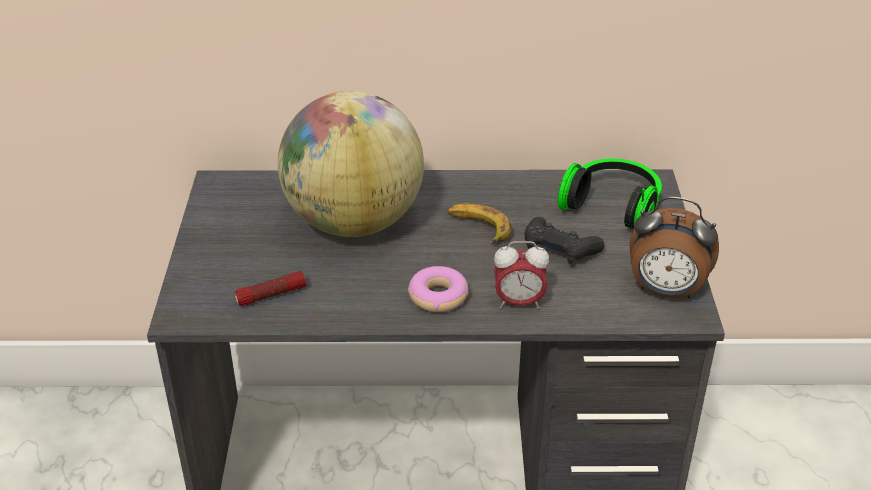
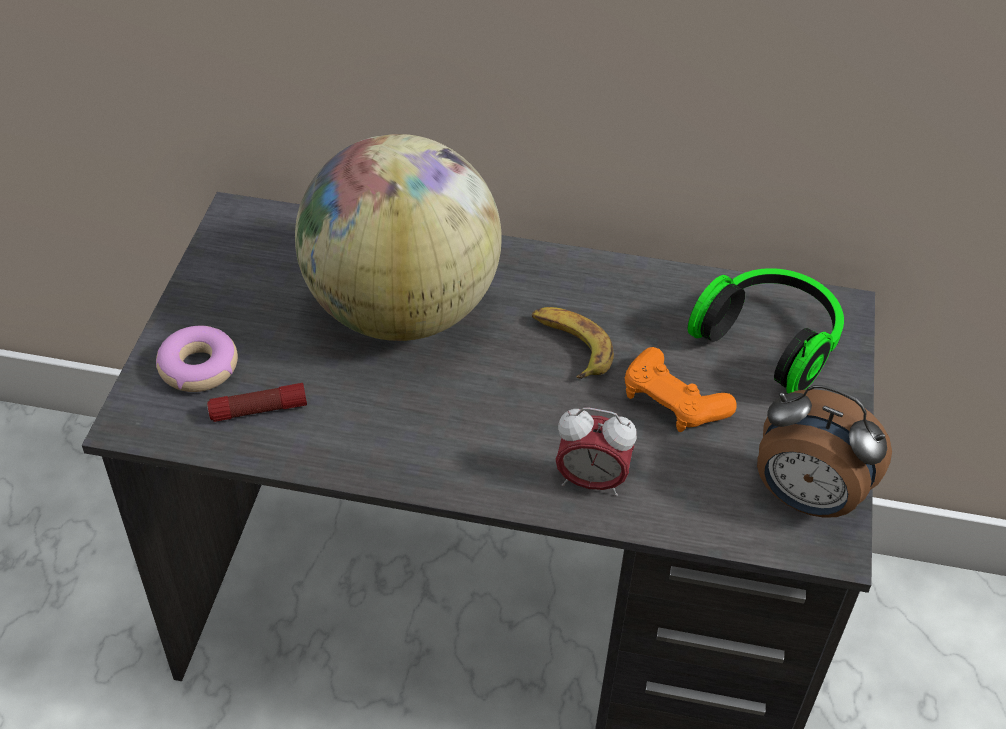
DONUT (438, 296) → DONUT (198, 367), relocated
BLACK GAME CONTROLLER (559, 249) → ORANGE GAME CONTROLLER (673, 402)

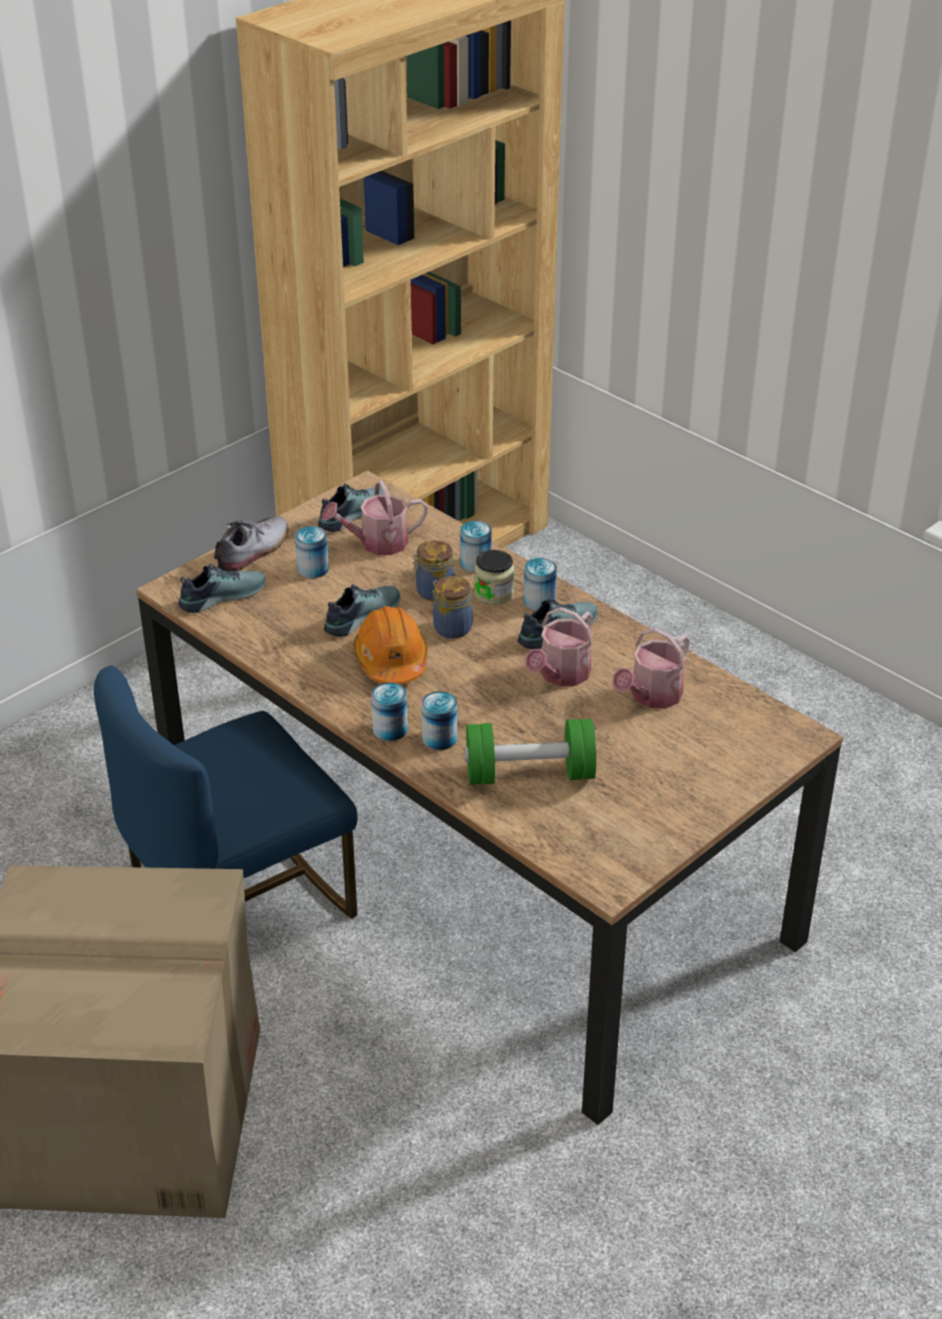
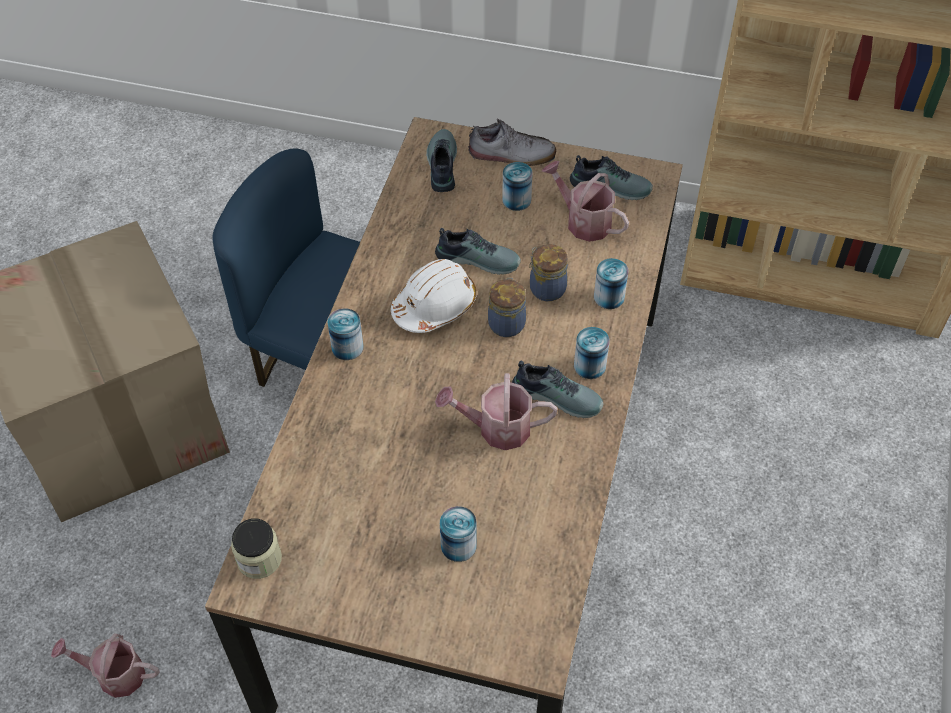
WATERING CAN (651, 696) → WATERING CAN (114, 674), relocated
JAR (494, 594) → JAR (259, 559), relocated
ORANGE HARD HAT (391, 660) → WHITE HARD HAT (435, 306)
SHOE (221, 595) → SHOE (440, 166), 120 degrees counterclockwise
CAN (439, 738) → CAN (458, 545), relocated
GREEN DUMBBELL (529, 774) → -

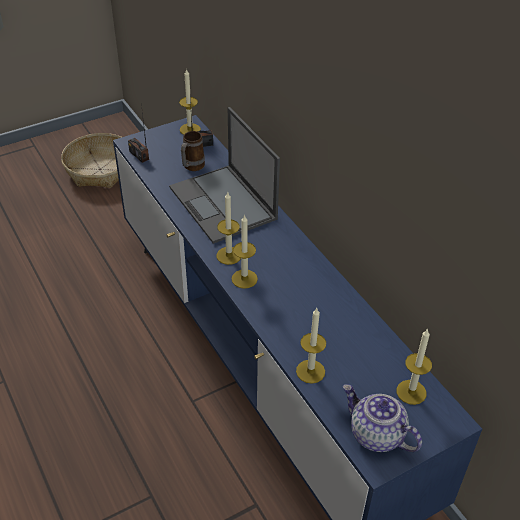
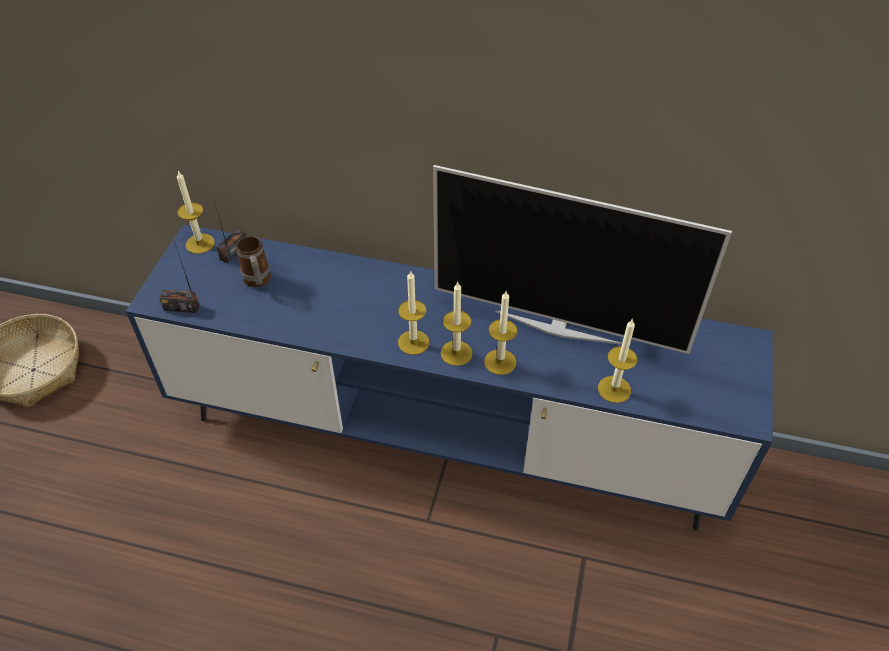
- → TELEVISION (558, 326)
CANDLE (411, 392) → CANDLE (500, 362), relocated
LAPTOP (223, 204) → -
TEAPOT (375, 434) → -

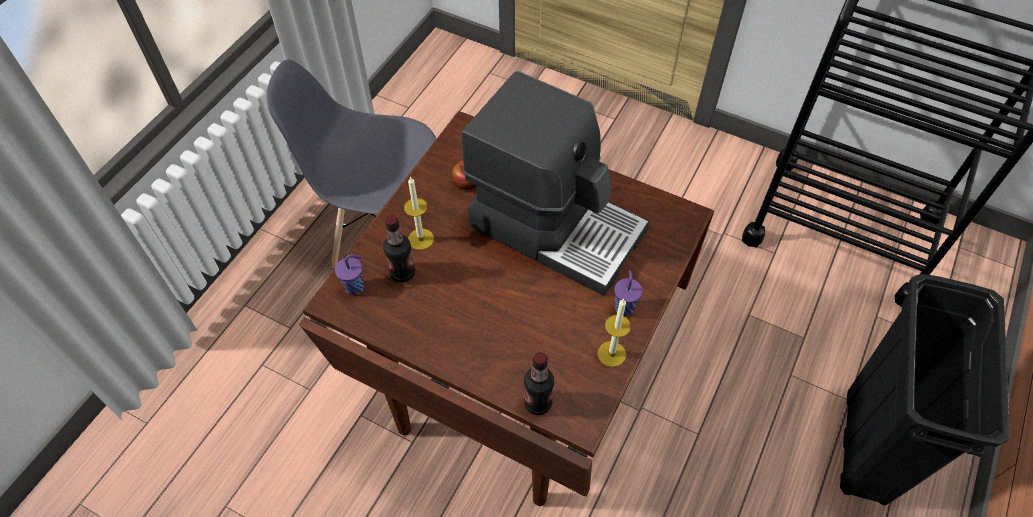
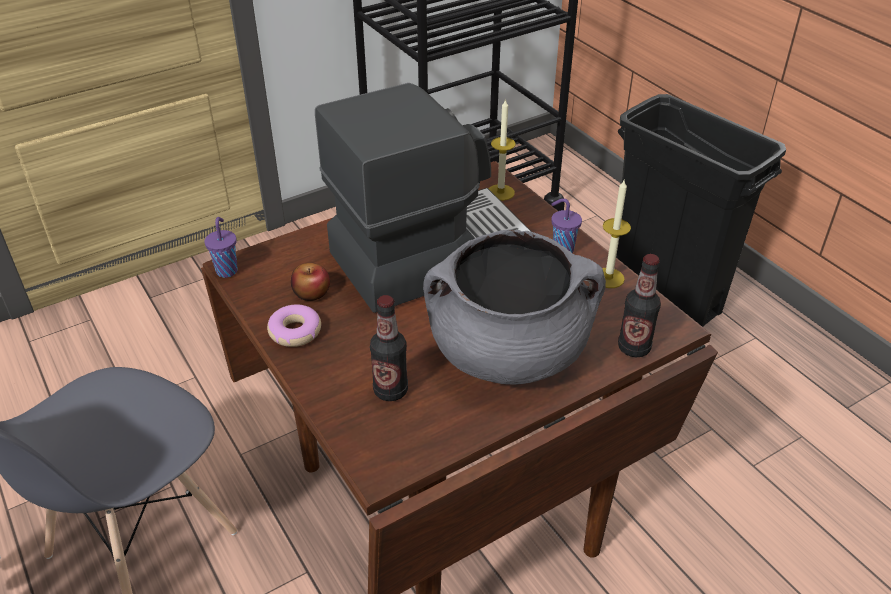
PURPLE CUP (355, 287) → PURPLE CUP (227, 270), relocated
- → DONUT (295, 332)
- → GREY COOKING POT (508, 352)
CANDLE (421, 239) → CANDLE (500, 192), relocated

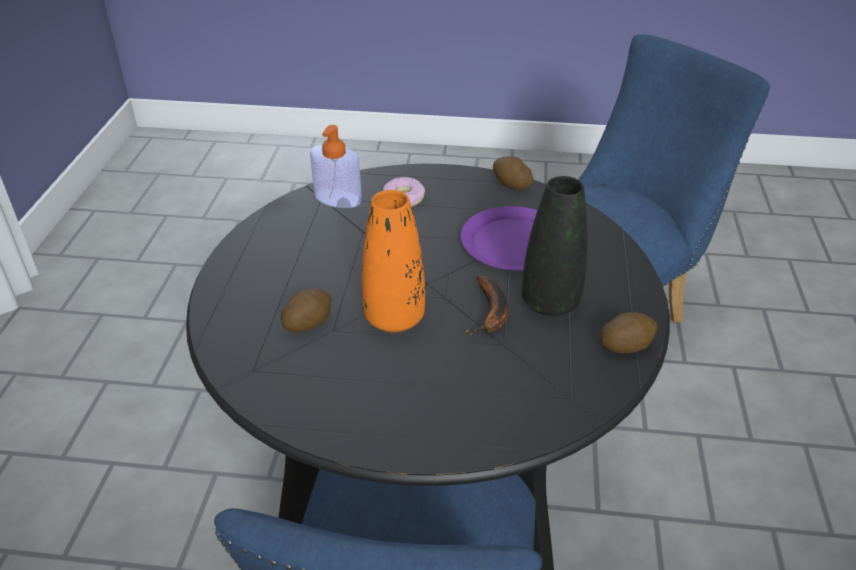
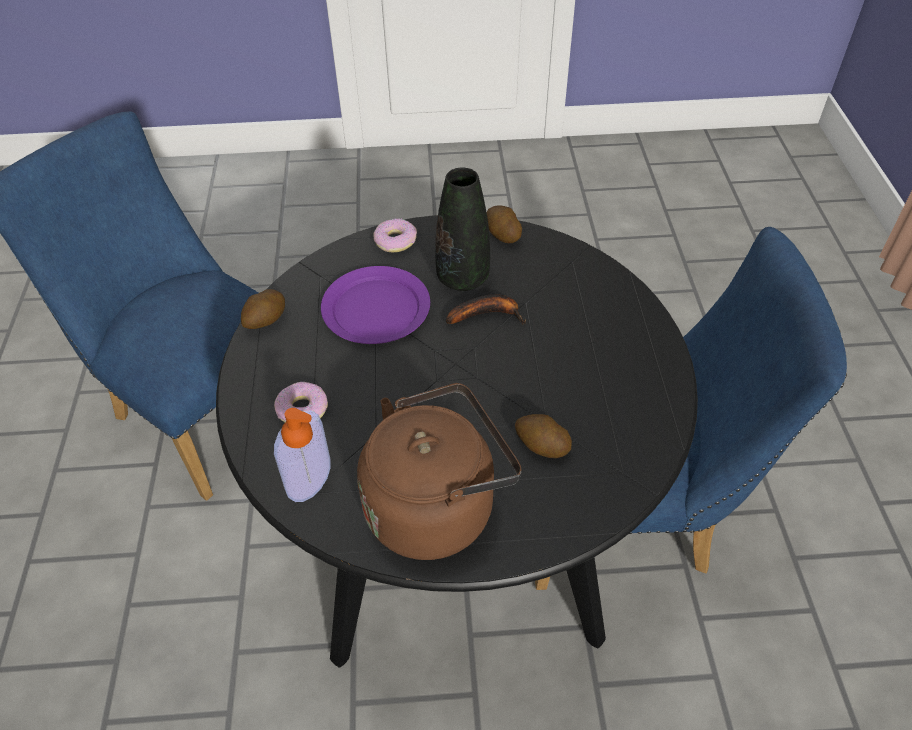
- → BROWN KETTLE (436, 506)
- → DONUT (395, 241)
ORANGE VASE (394, 318) → -

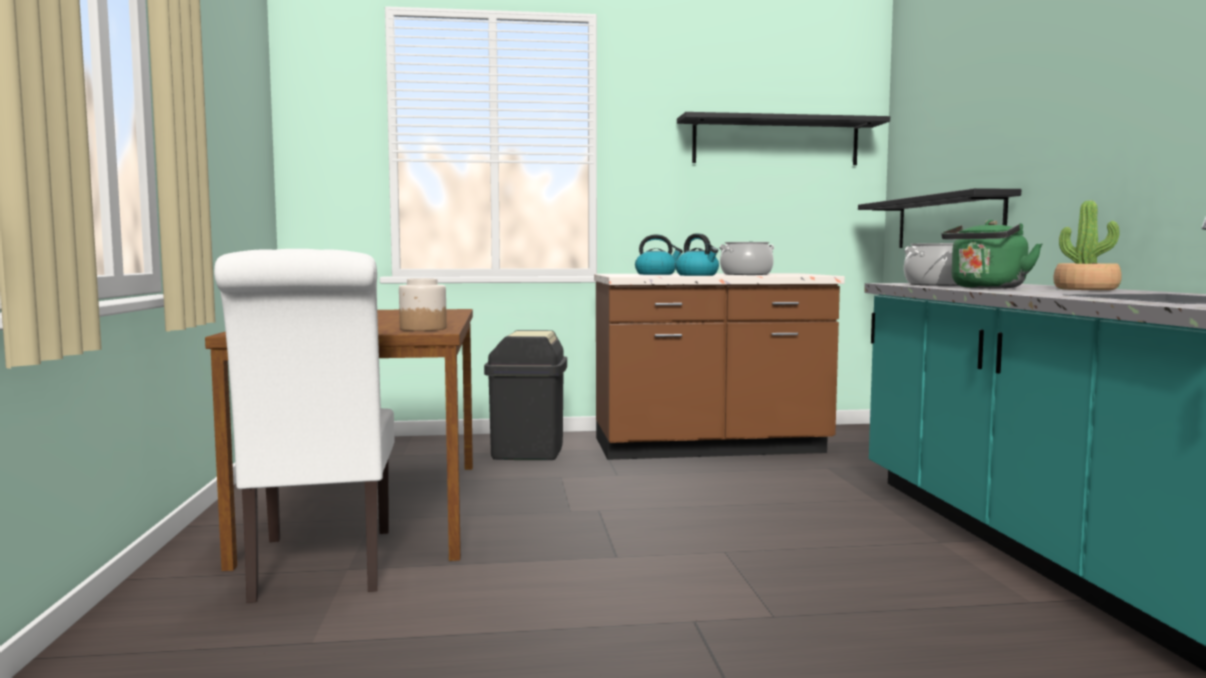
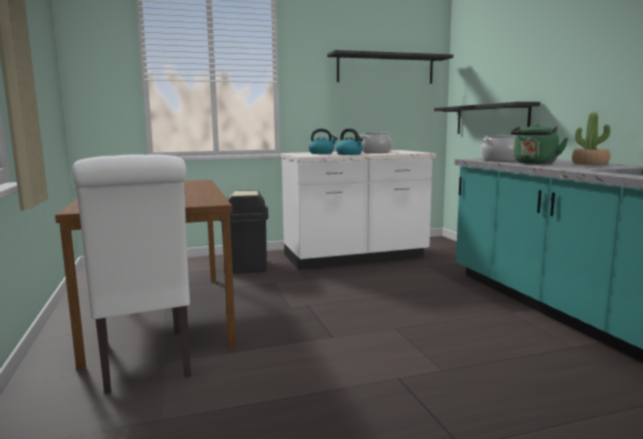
BROWN COUNTER (709, 447) → WHITE COUNTER (355, 257)
JAR (422, 329) → -

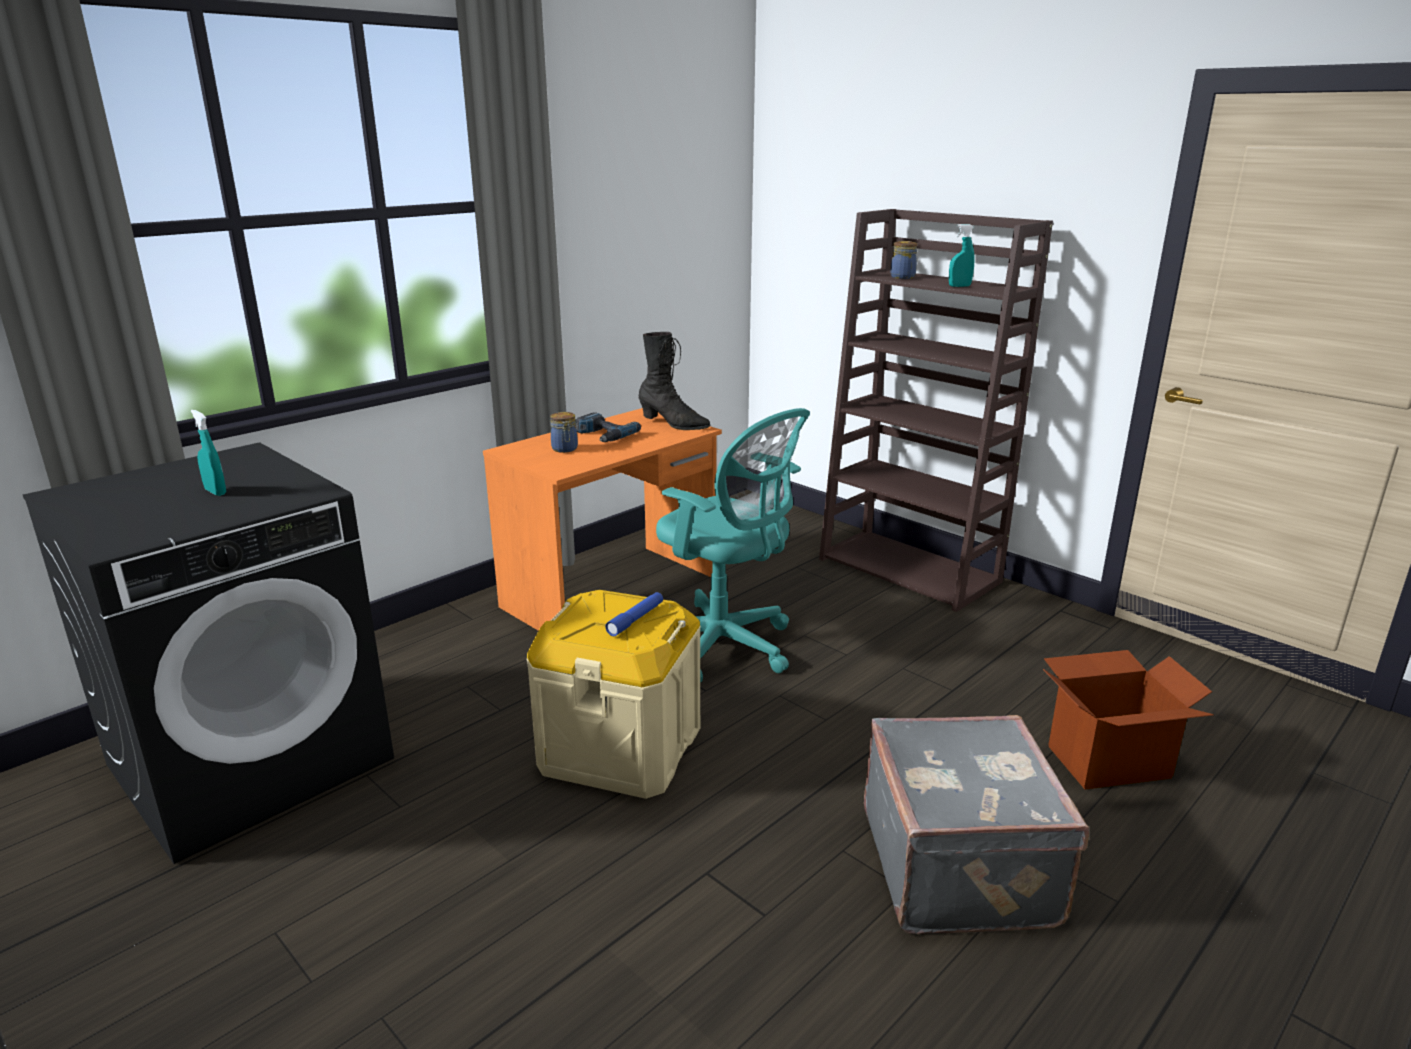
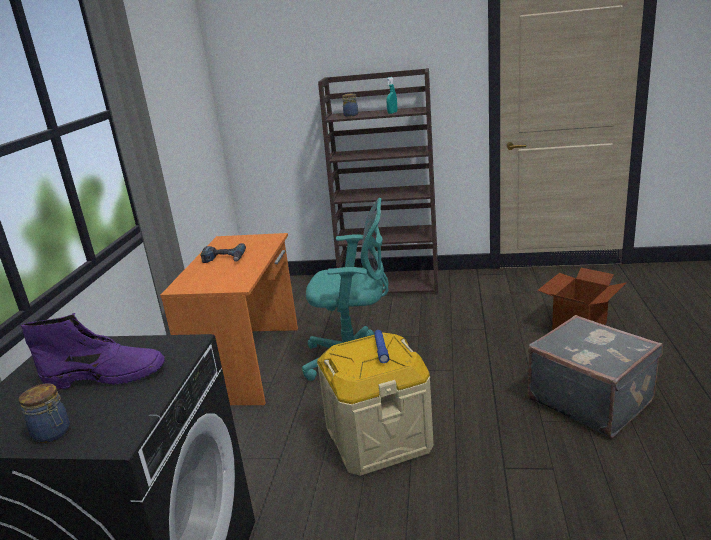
JAR (565, 449) → JAR (53, 433), relocated
TURQUOISE SPRAY BOTTLE (215, 492) → PURPLE BOOT (106, 376)
BLACK BOOT (674, 424) → -

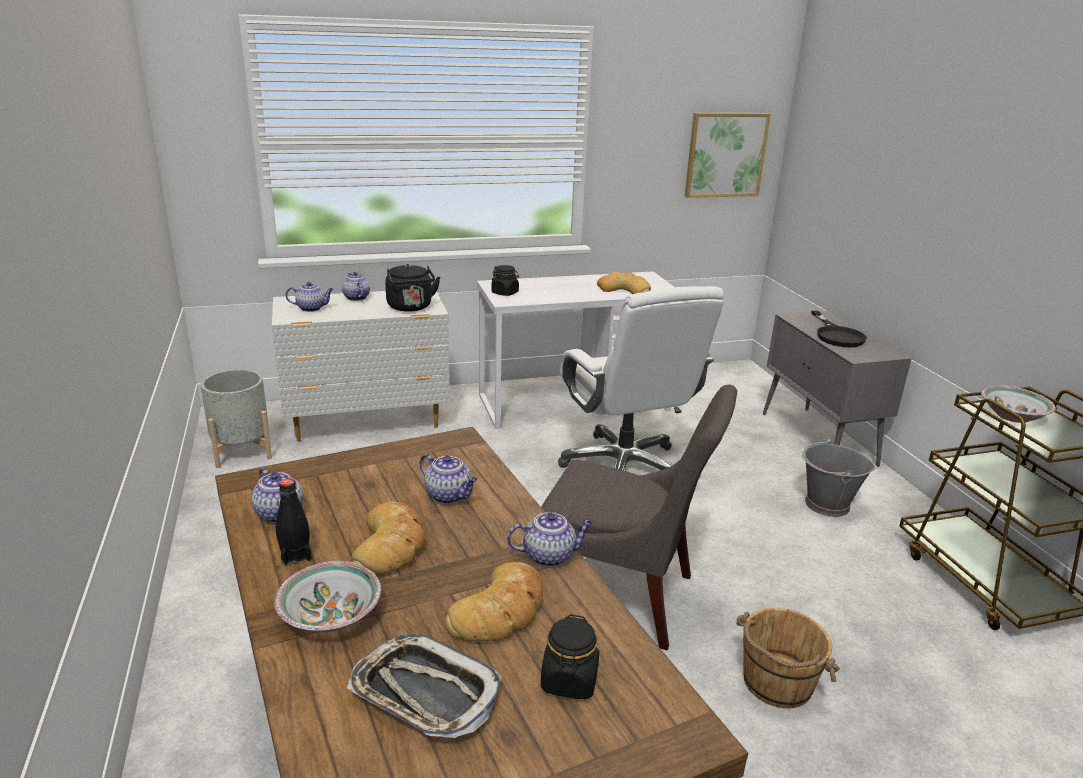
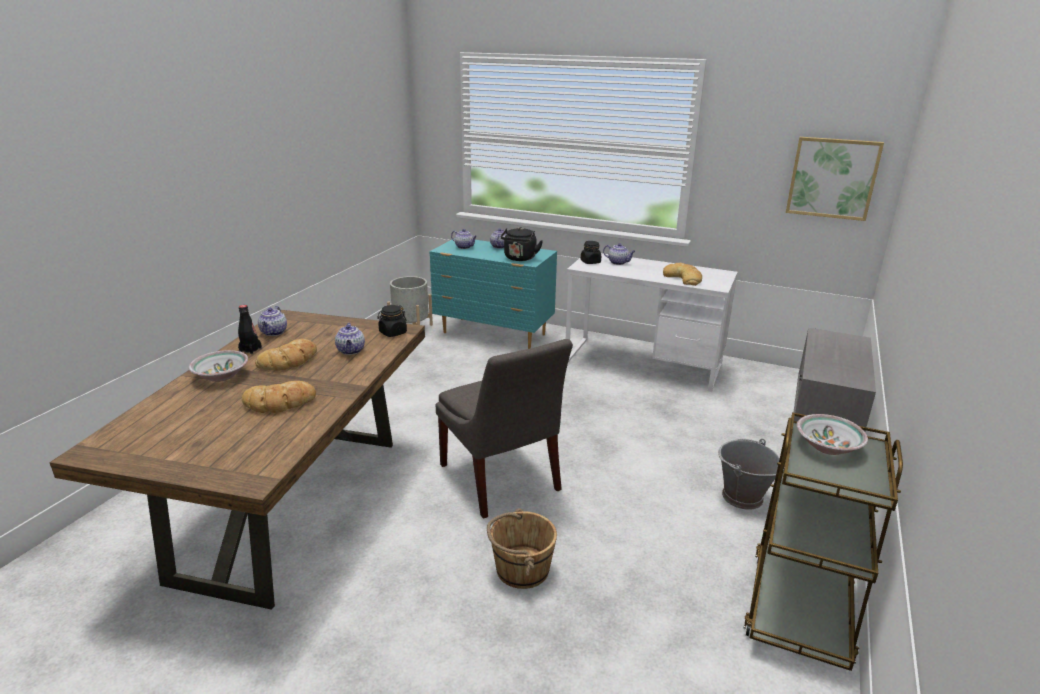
BLACK JAR (569, 680) → BLACK JAR (392, 333), relocated
WHITE DRESSER (368, 422) → TURQUOISE DRESSER (494, 334)
TEAPOT (550, 555) → TEAPOT (618, 262), relocated
TRAY (424, 693) → -
WHITE OFFICE CHAIR (624, 467) → -
BLACK FRYING PAN (836, 335) → -

